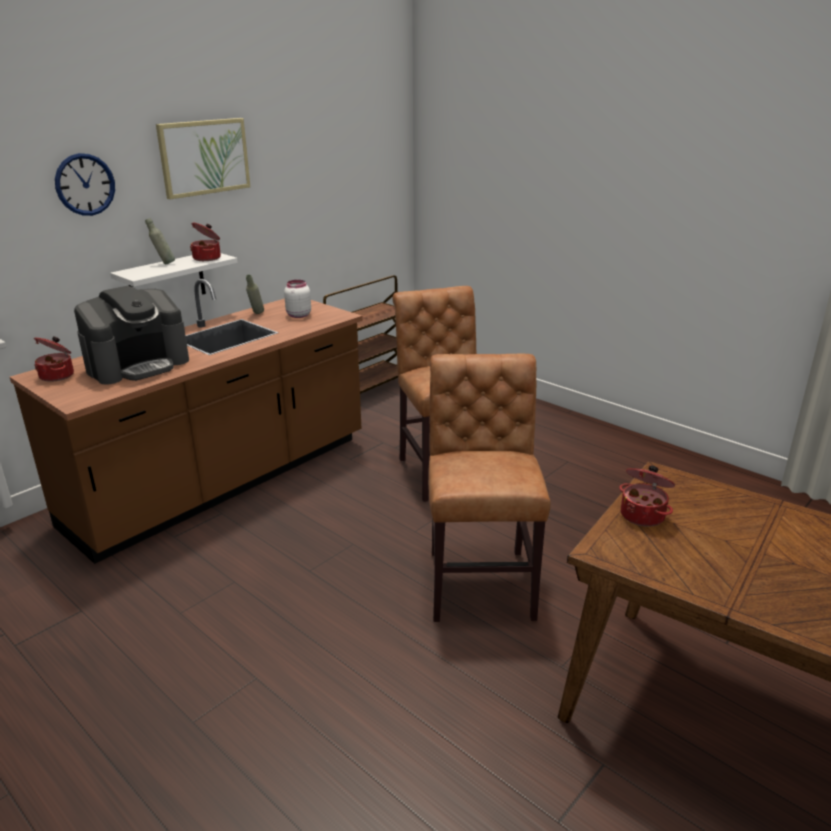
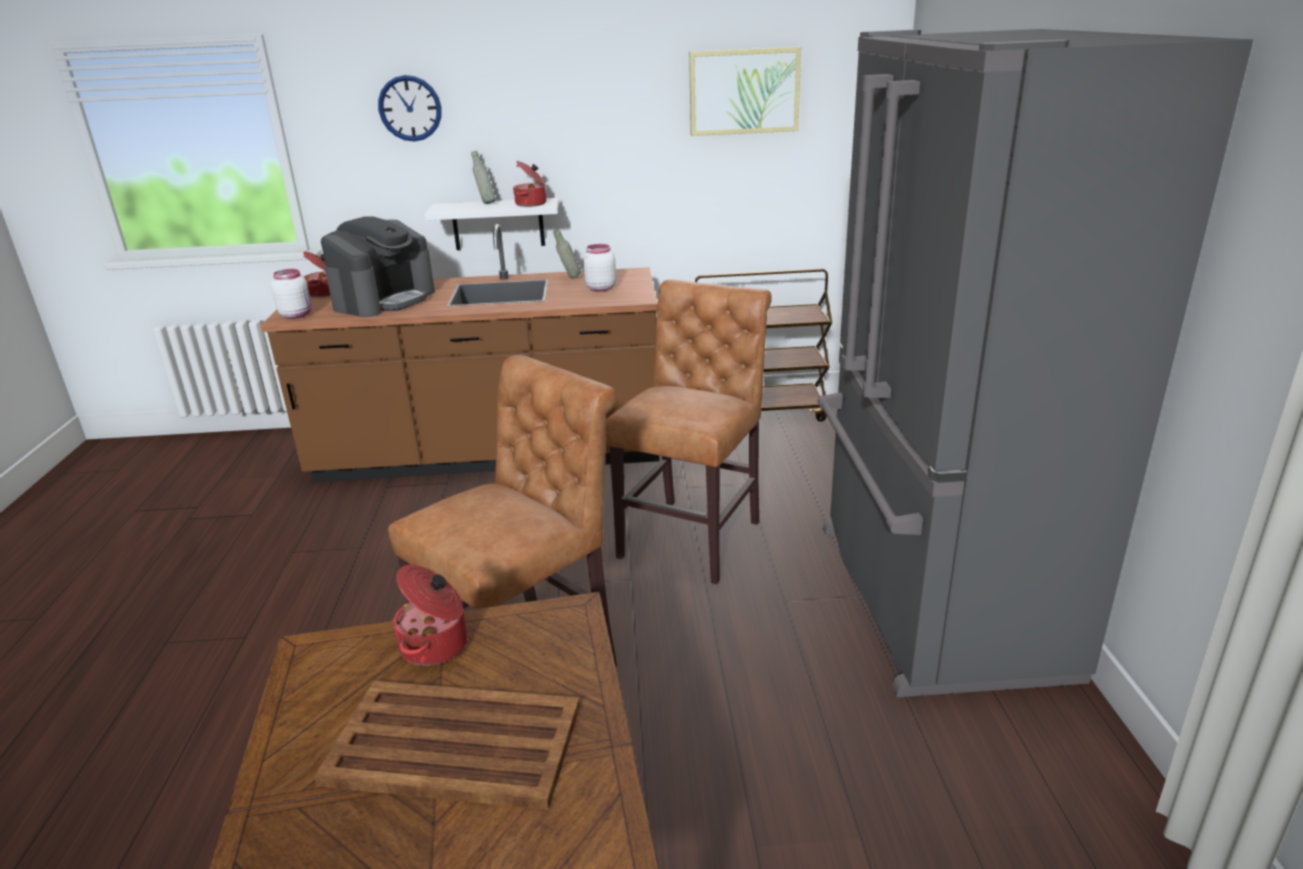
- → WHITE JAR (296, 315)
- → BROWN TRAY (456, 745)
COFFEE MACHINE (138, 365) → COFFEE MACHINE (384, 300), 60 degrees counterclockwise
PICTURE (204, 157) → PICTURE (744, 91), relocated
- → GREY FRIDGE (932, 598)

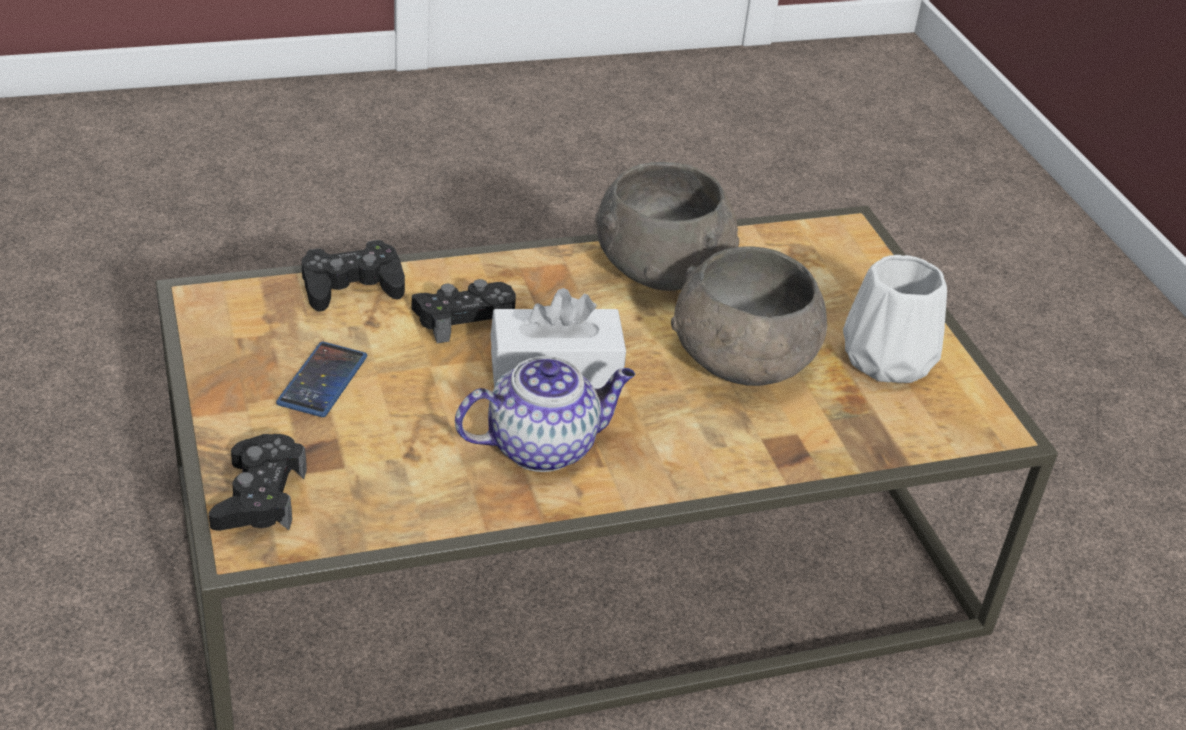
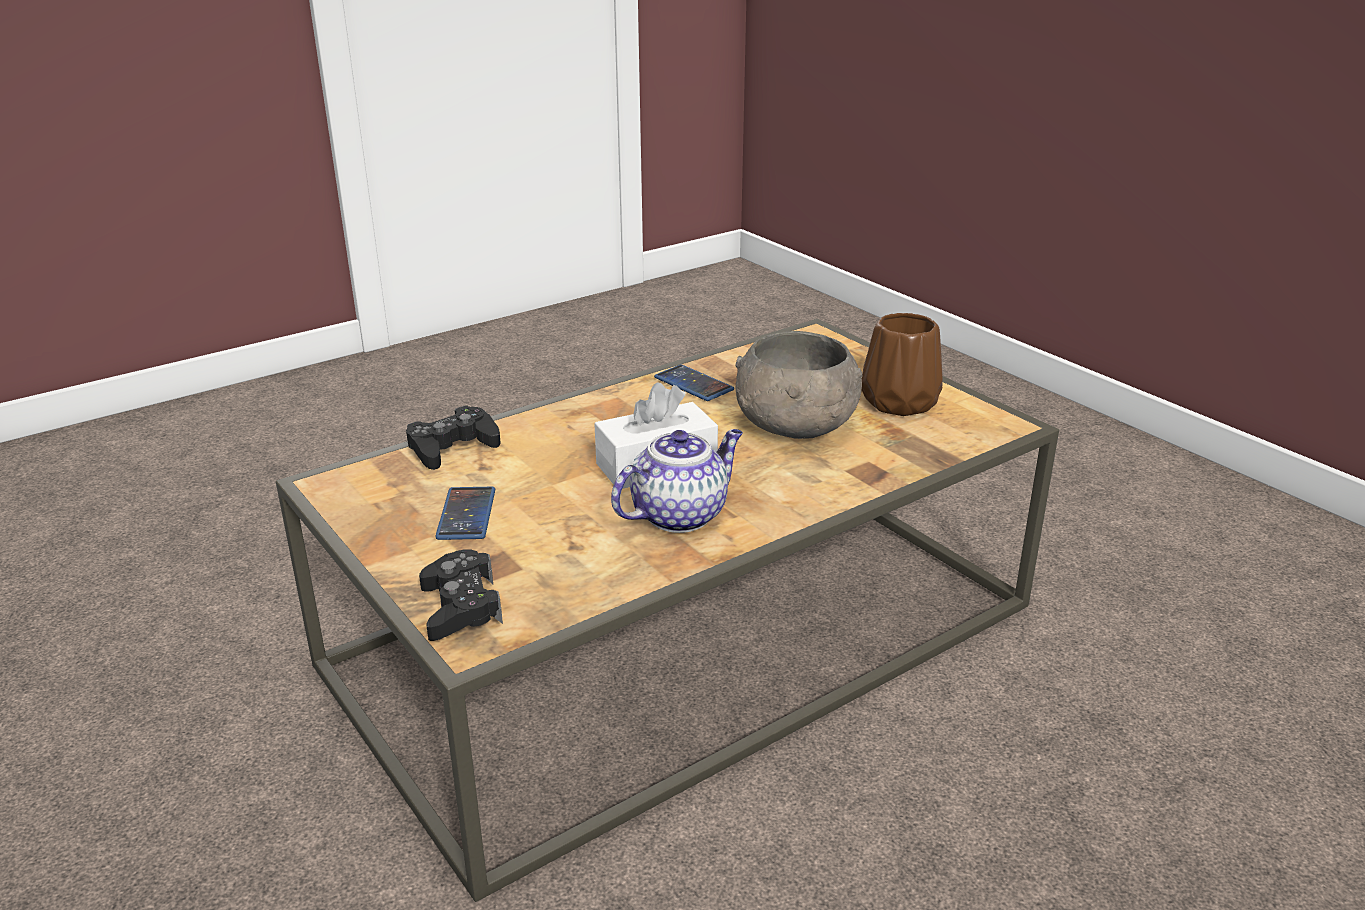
GREY BOWL (661, 268) → PHONE (693, 384)
WHITE VASE (889, 360) → BROWN VASE (901, 402)
BLACK GAME CONTROLLER (464, 319) → -

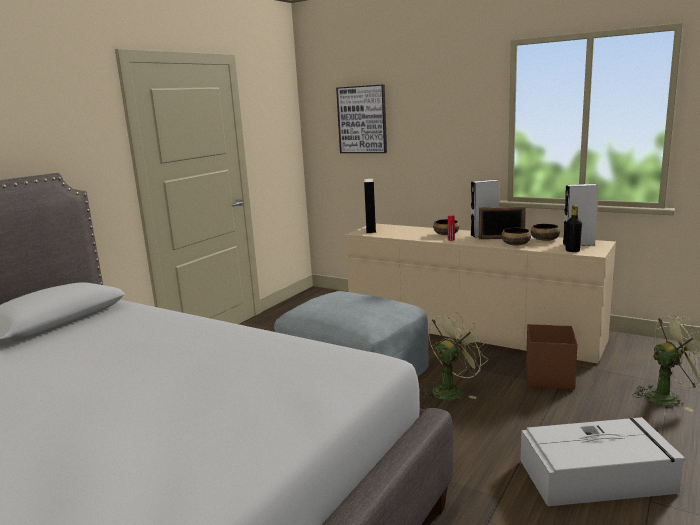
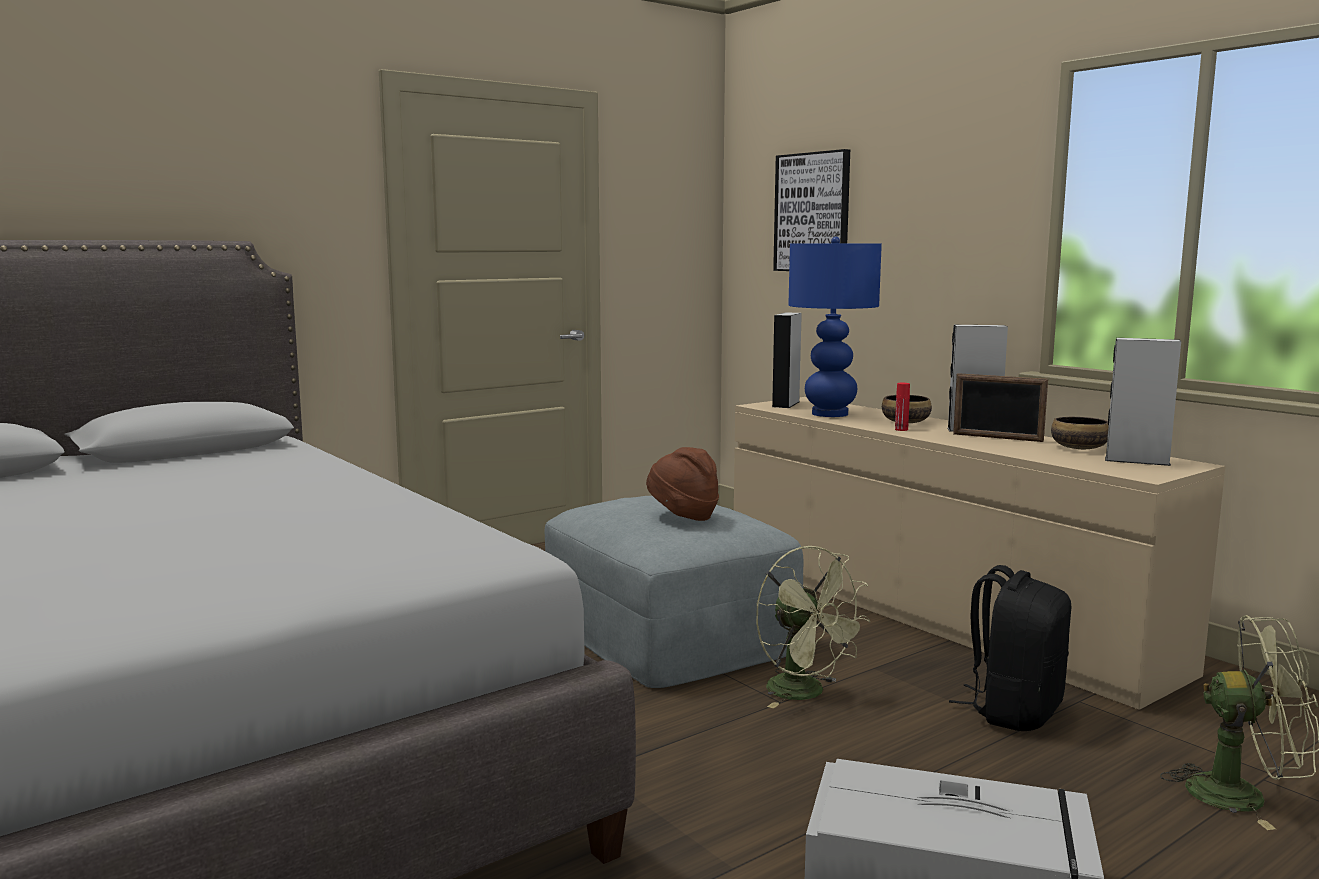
- → BROWN HAT (683, 516)
GREEN FAN (451, 390) → GREEN FAN (806, 693), 75 degrees clockwise
- → BLUE TABLE LAMP (830, 414)
BROWN STORAGE BOX (549, 377) → BLACK BACKPACK (1013, 711)
BOWL (516, 244) → -
BLACK BOTTLE (572, 251) → -

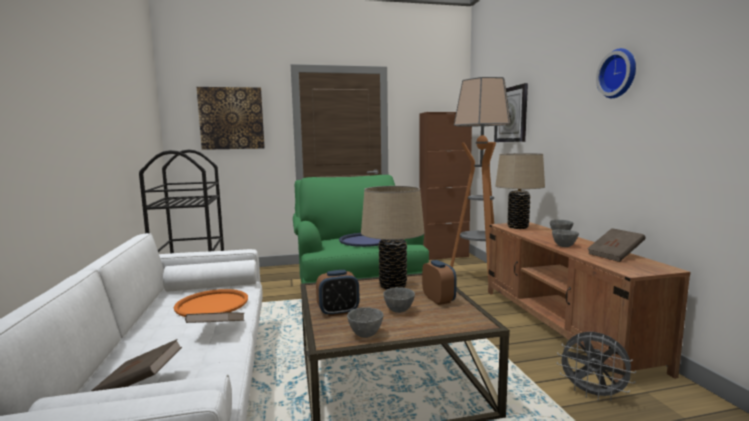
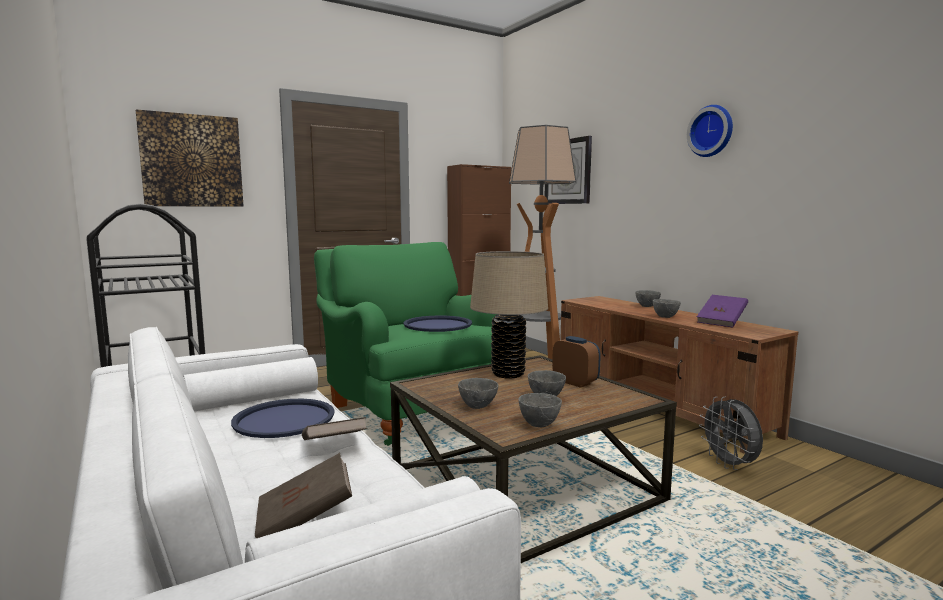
ORANGE TRAY (212, 304) → BLUE TRAY (284, 419)
ALARM CLOCK (338, 312) → GREY BOWL (478, 406)
BROWN BOOK (615, 255) → PURPLE BOOK (721, 322)
GREY FAN (593, 394) → GREY FAN (730, 465), 60 degrees clockwise
BEIGE TABLE LAMP (518, 227) → -

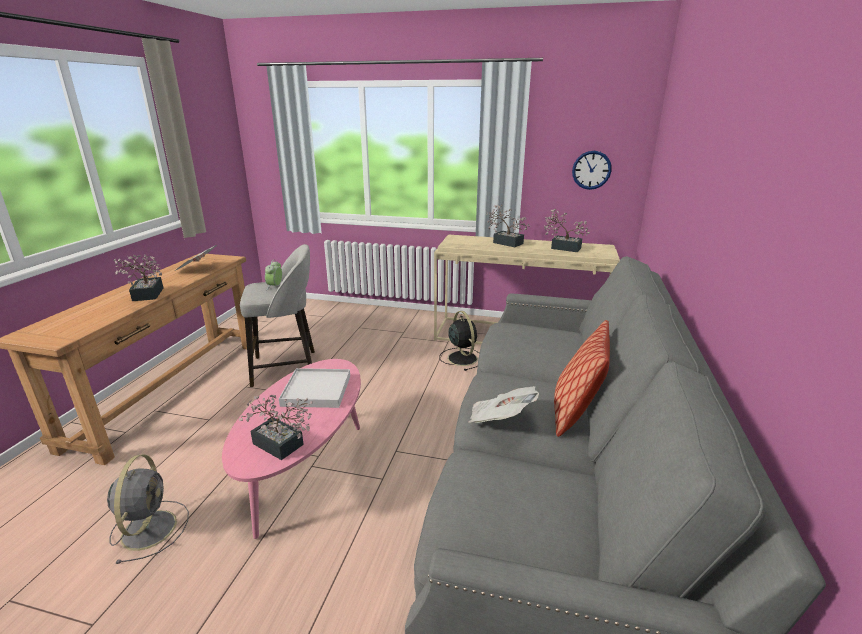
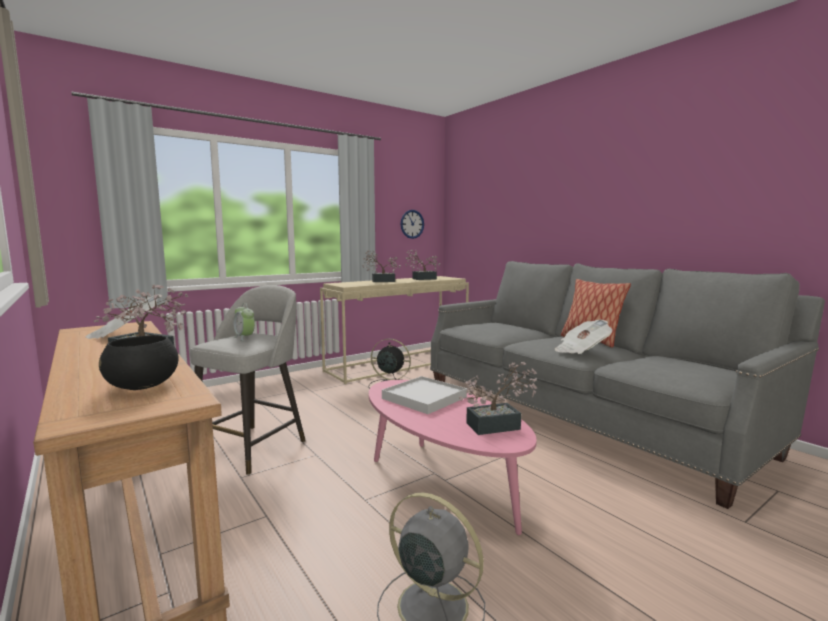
- → BLACK BOWL (143, 386)

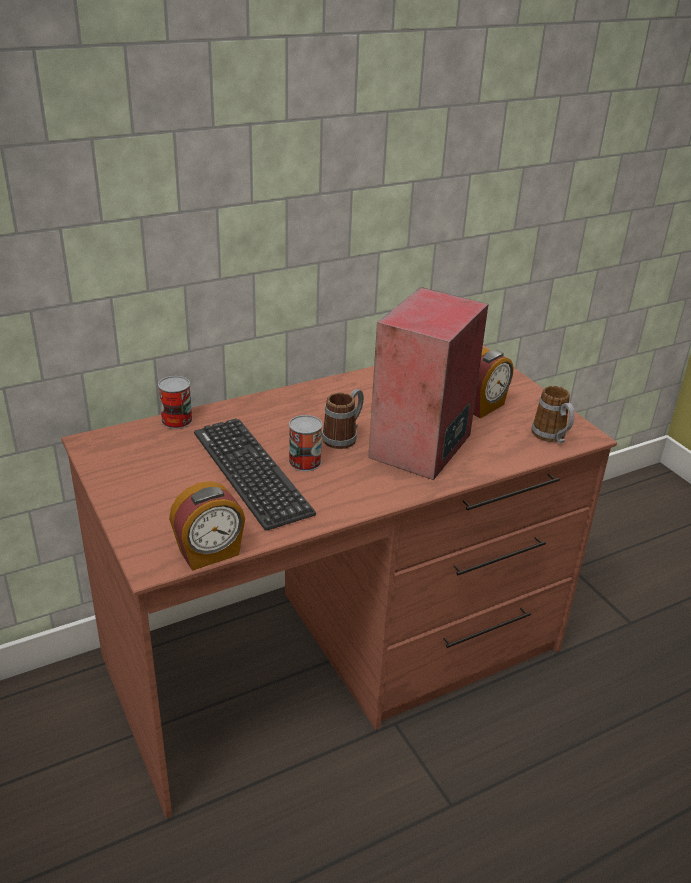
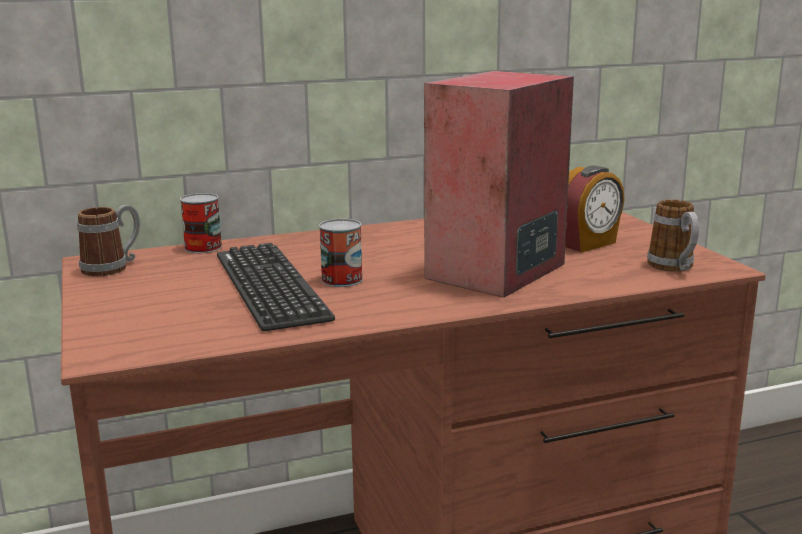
MUG (344, 437) → MUG (113, 267), relocated
ALARM CLOCK (210, 553) → -

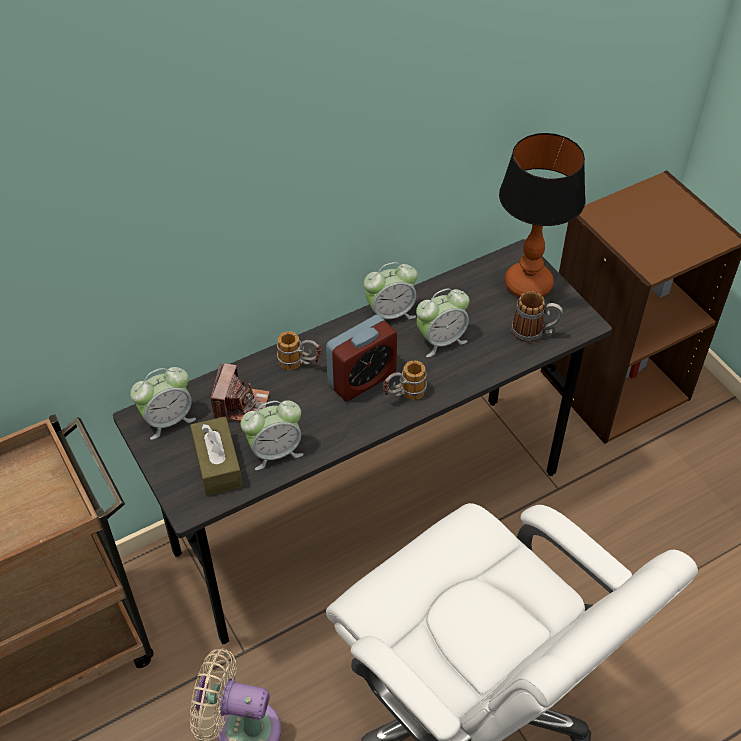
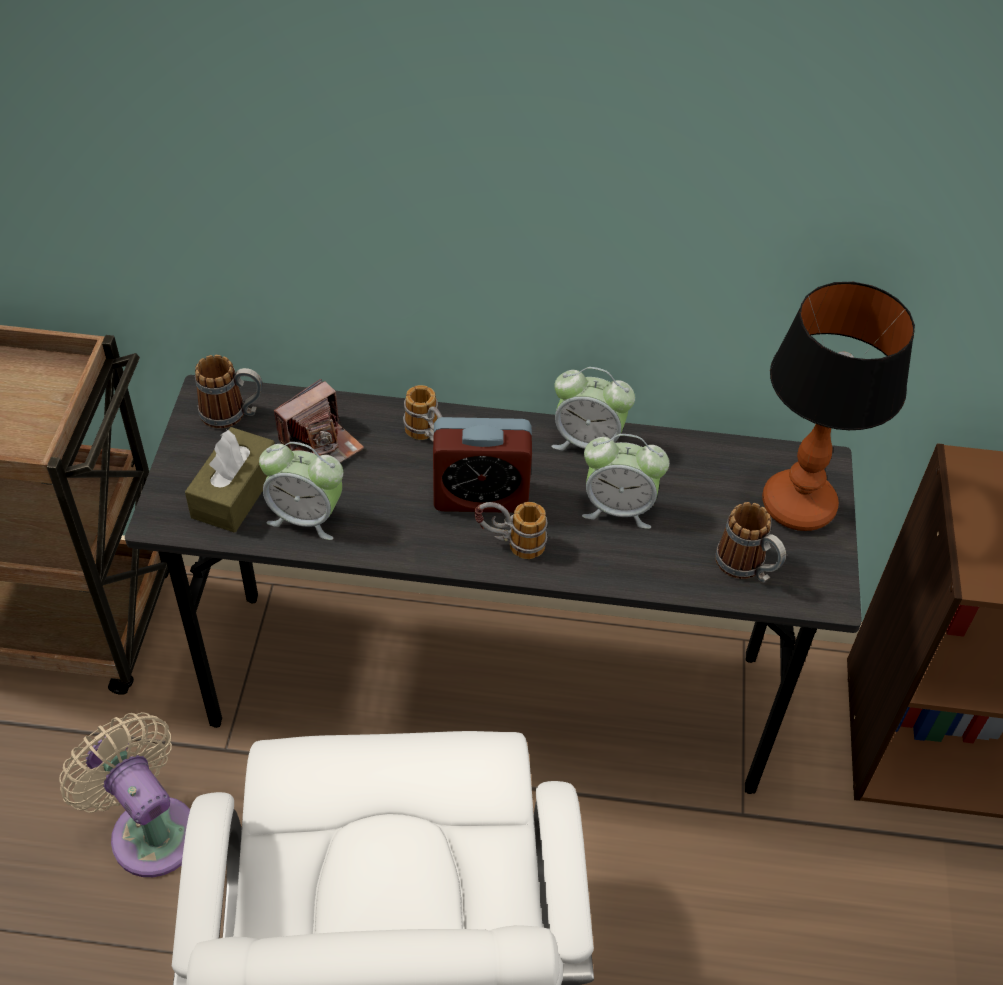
ALARM CLOCK (168, 420) → MUG (233, 414)

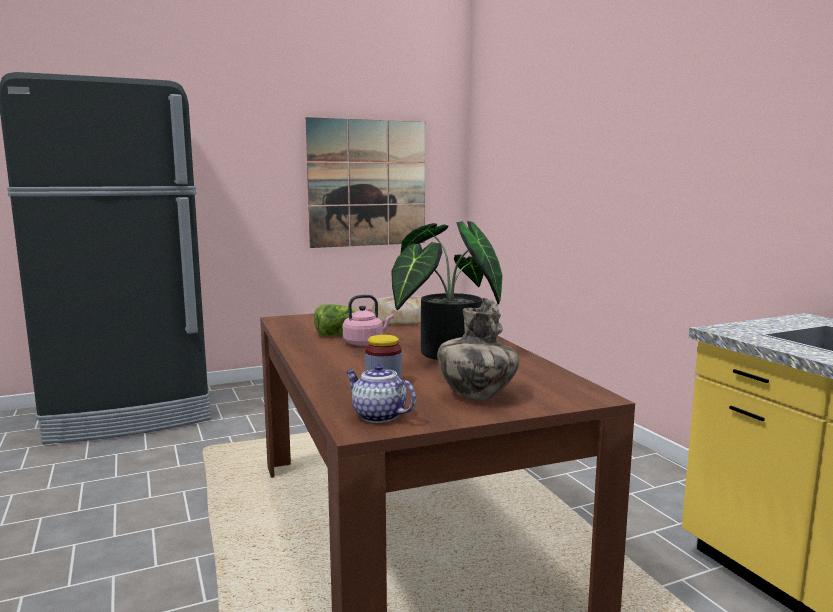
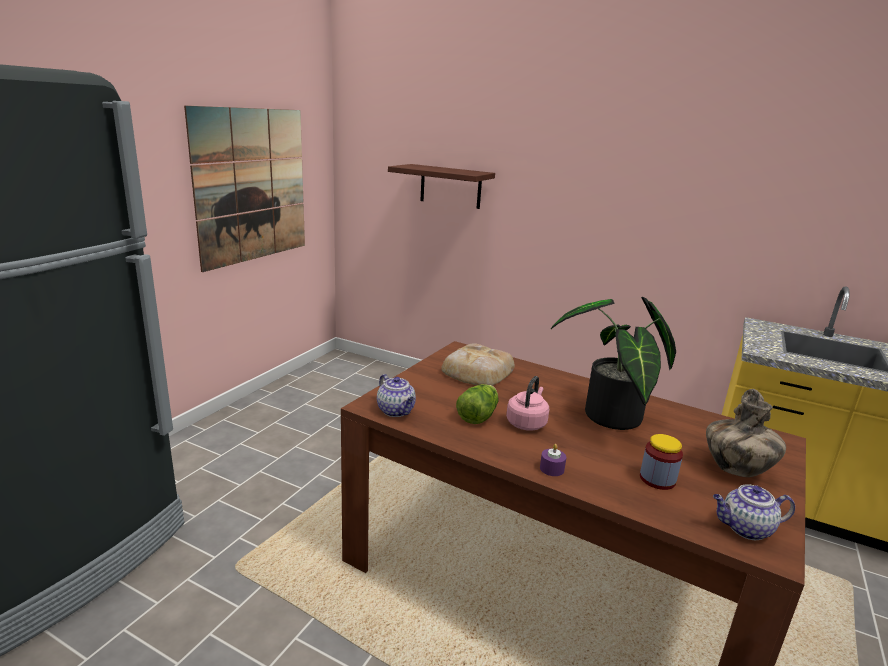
- → TEAPOT (396, 411)
- → SHELF (450, 186)
- → PURPLE CANDLE (552, 469)

